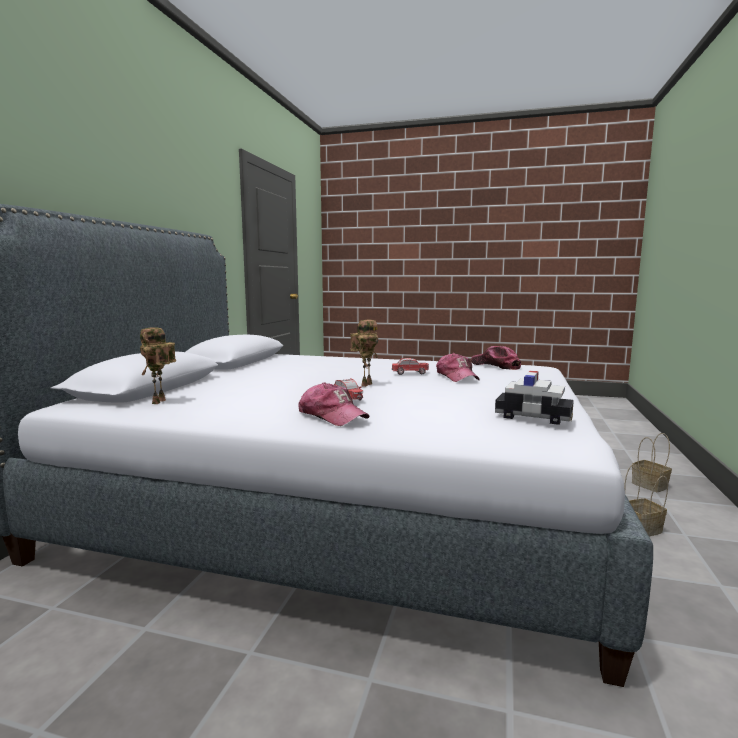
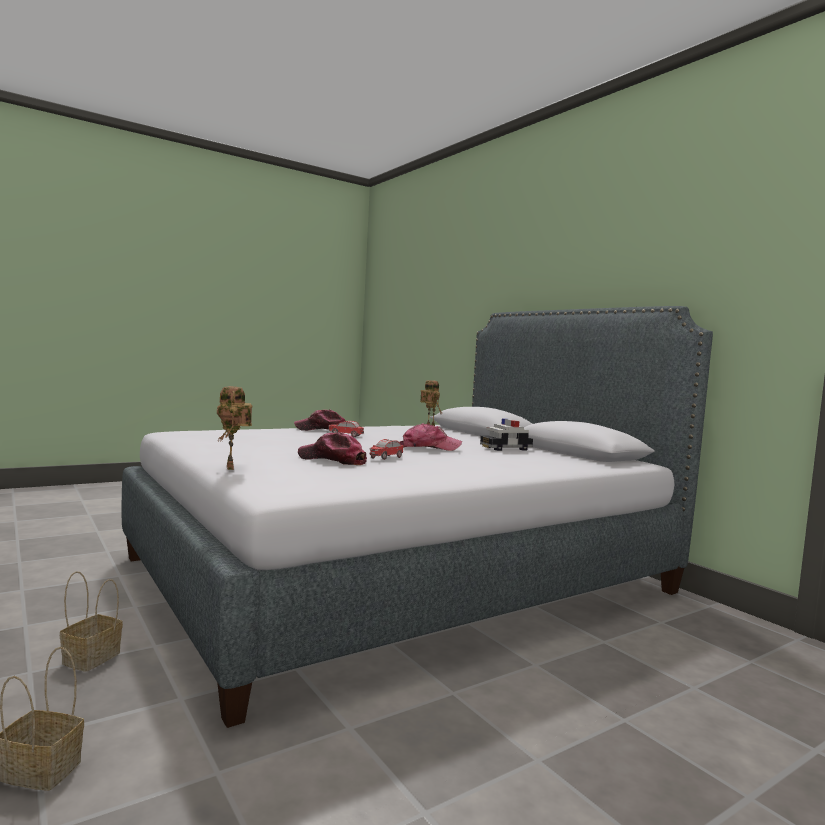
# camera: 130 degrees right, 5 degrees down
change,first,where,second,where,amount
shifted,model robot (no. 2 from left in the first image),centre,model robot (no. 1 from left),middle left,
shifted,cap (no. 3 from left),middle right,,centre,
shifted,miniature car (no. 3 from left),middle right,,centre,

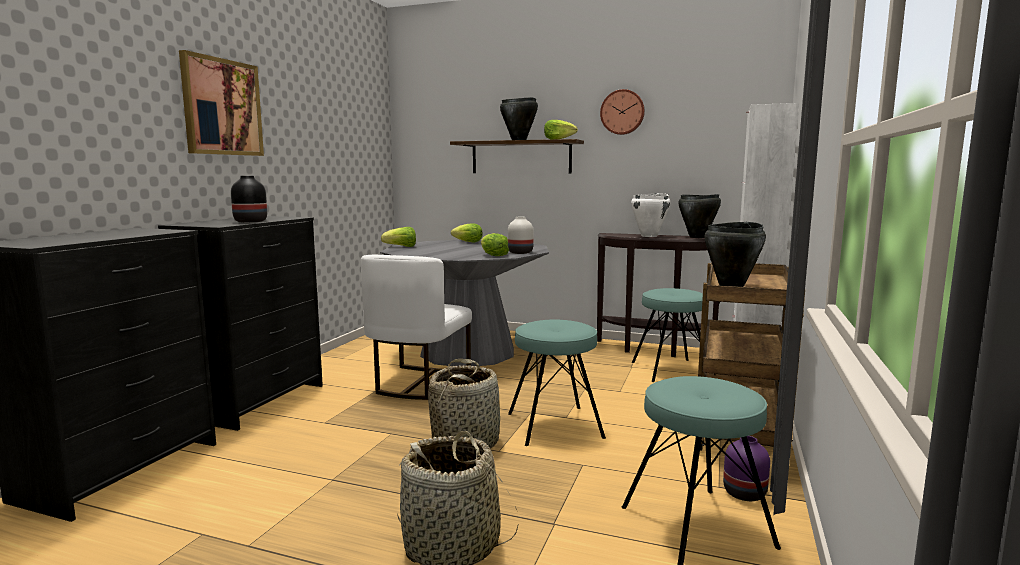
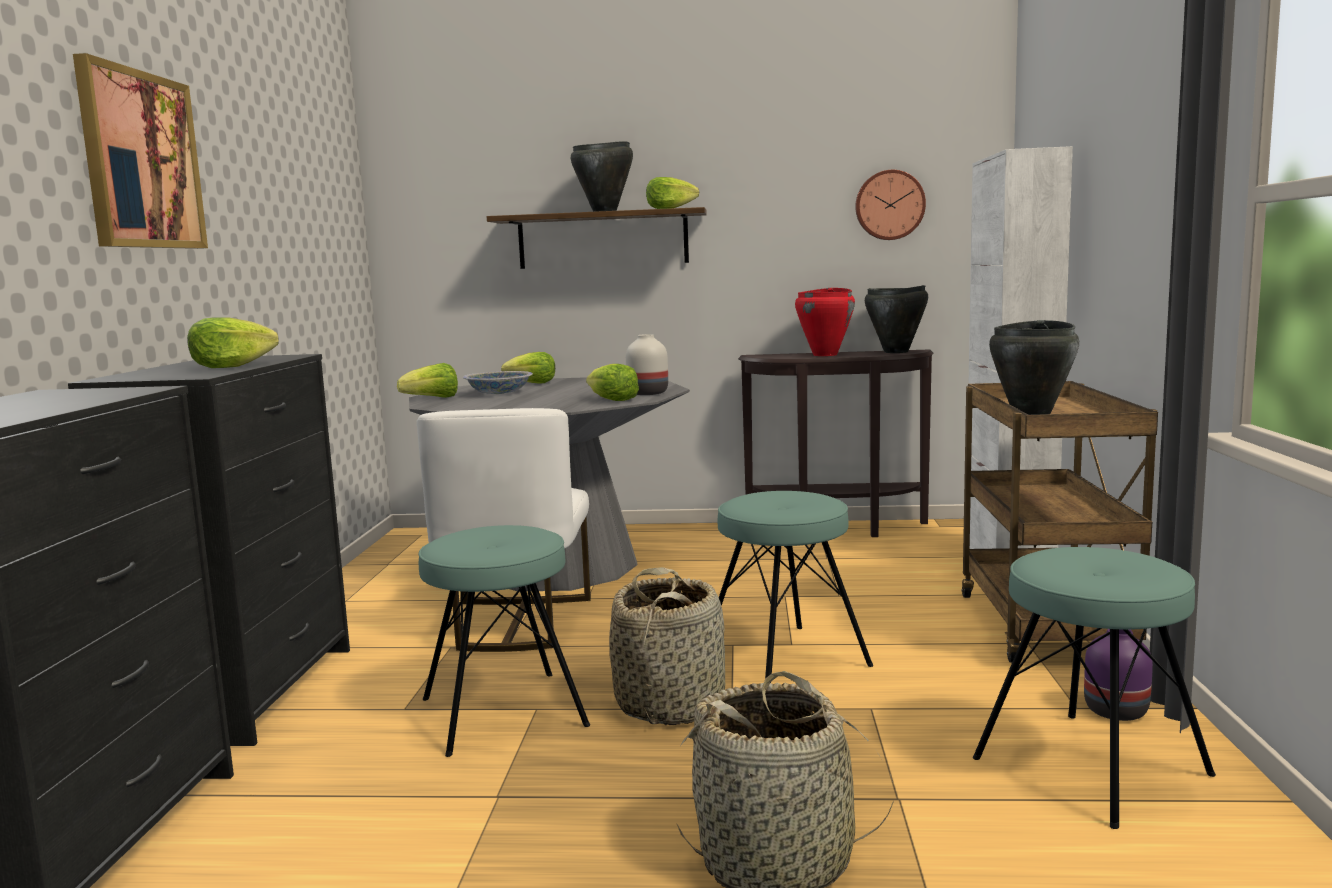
# camera: 15 degrees left, 0 degrees up
change,first,where,second,where,amount
swapped,vase in black,middle left,head of lettuce (no. 1 from left),middle left,
shifted,hanging clock,top centre,,top right,
repainted,stockpot in white,centre,stockpot in reddish,centre,
shifted,stool in turquoise (no. 2 from left in the first image),centre,stool in turquoise (no. 1 from left),bottom centre,
new,,,bowl,centre,

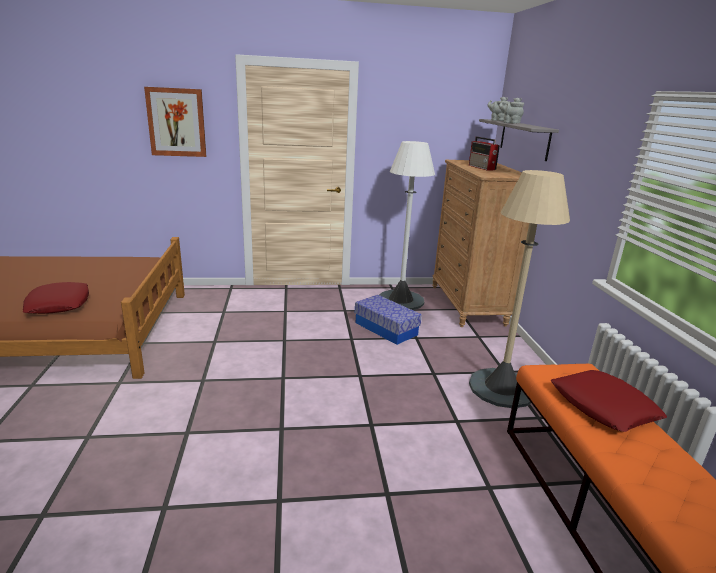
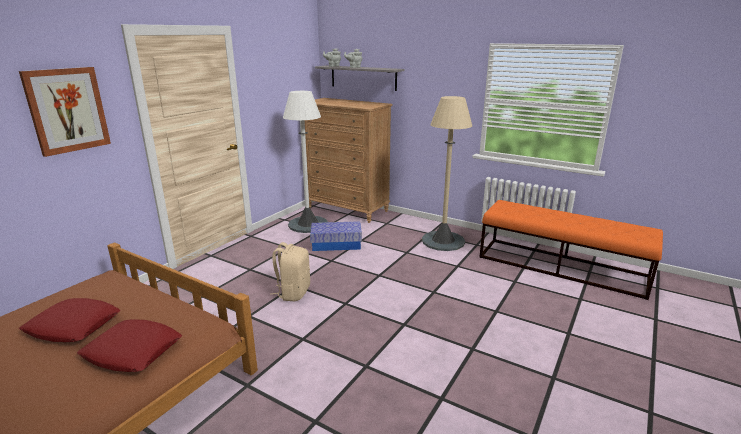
# camera: 50 degrees left, 0 degrees up
change,first,where,second,where,amount
gone,radio receiver,top right,,,
shifted,pillow in reddish (no. 2 from left in the first image),bottom right,pillow in reddish (no. 1 from left),bottom left,
new,,,rucksack in sand-coloured,centre,

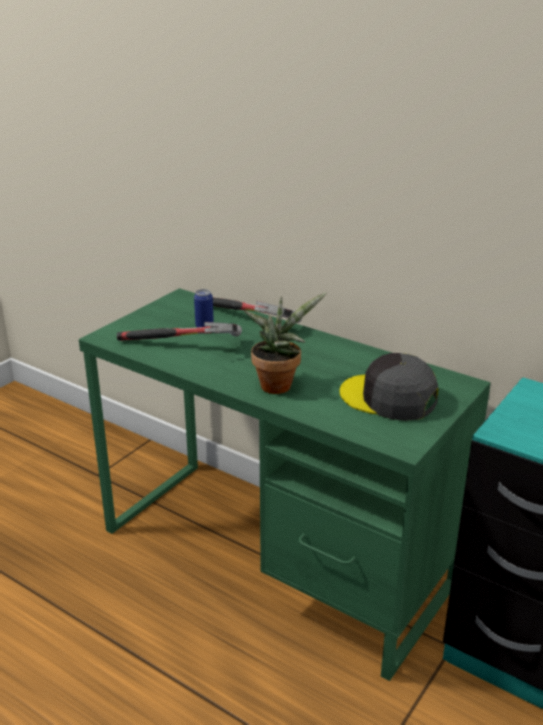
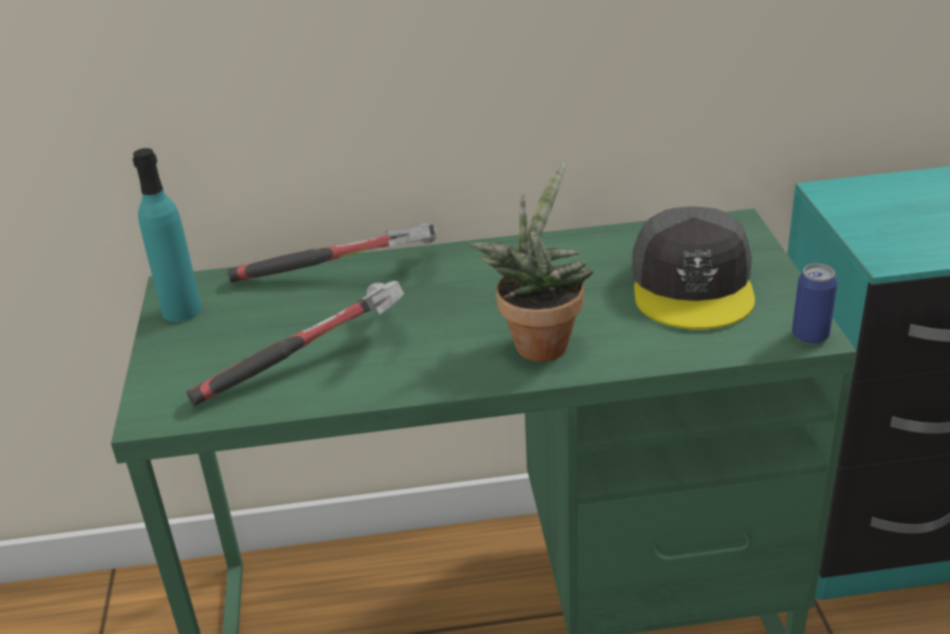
# camera: 40 degrees left, 5 degrees up
change,first,where,second,where,amount
shifted,metal can,centre,,middle right,
rotated,cap in gray,middle right,,middle right,75 degrees counterclockwise
new,,,bottle in turquoise,middle left,

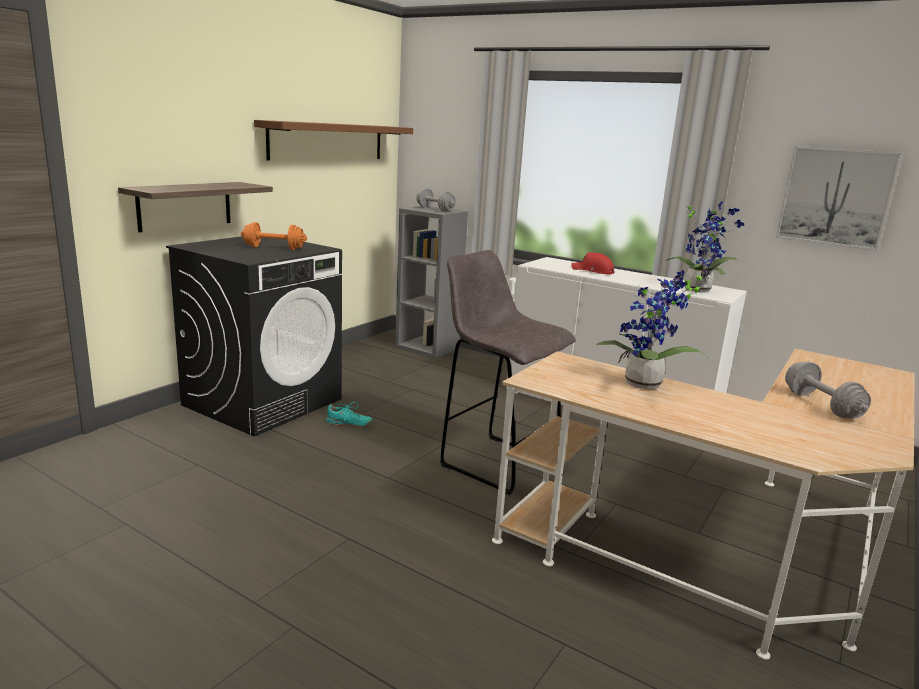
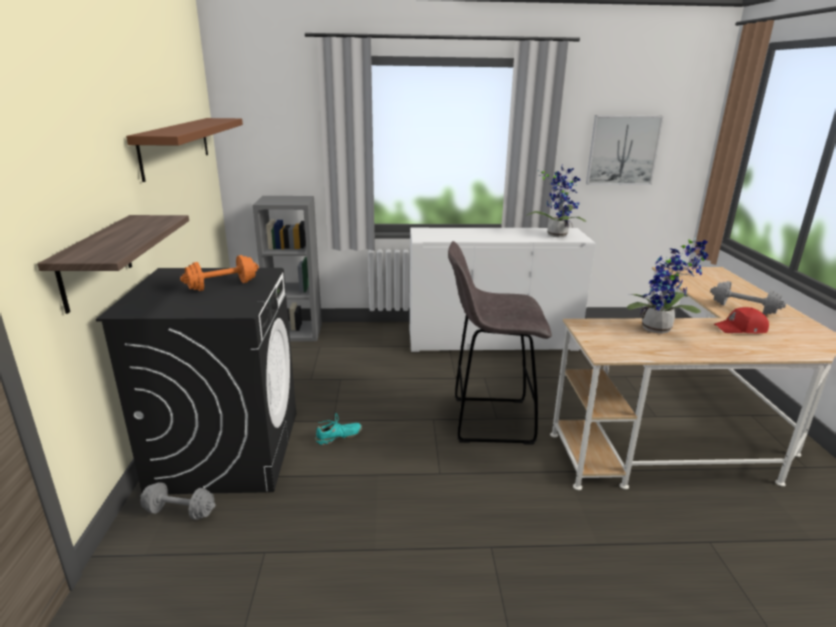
# camera: 35 degrees left, 5 degrees up
change,first,where,second,where,amount
shifted,free weight in gray (no. 1 from left),top centre,,bottom left,
shifted,cap in reddish,centre,,middle right,

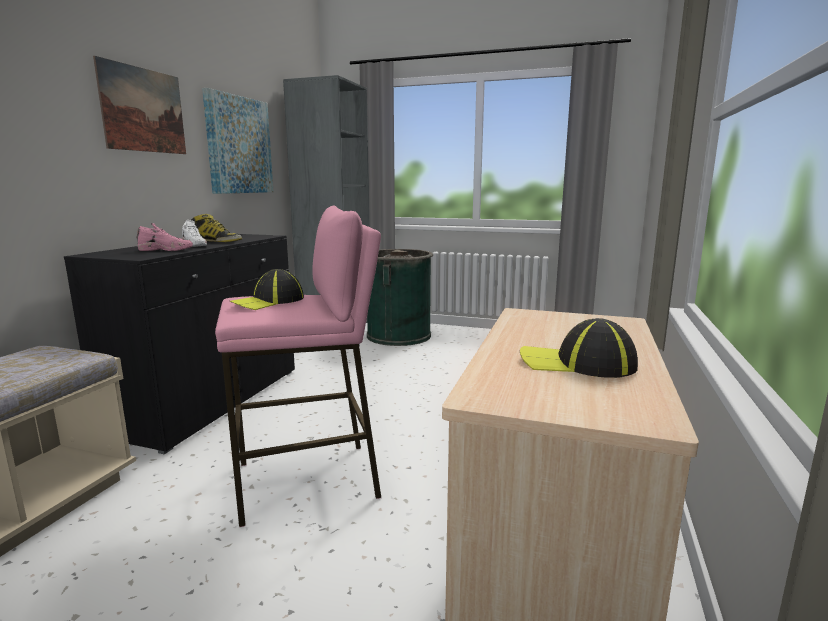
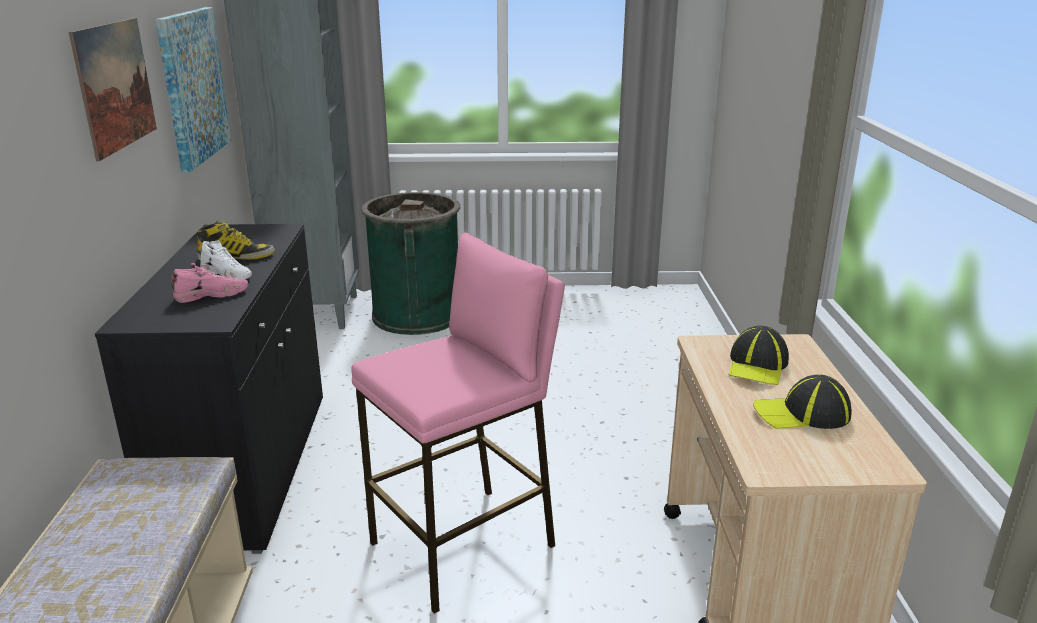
# camera: 20 degrees left, 10 degrees up
change,first,where,second,where,amount
shifted,cap (no. 1 from left),middle left,,middle right,

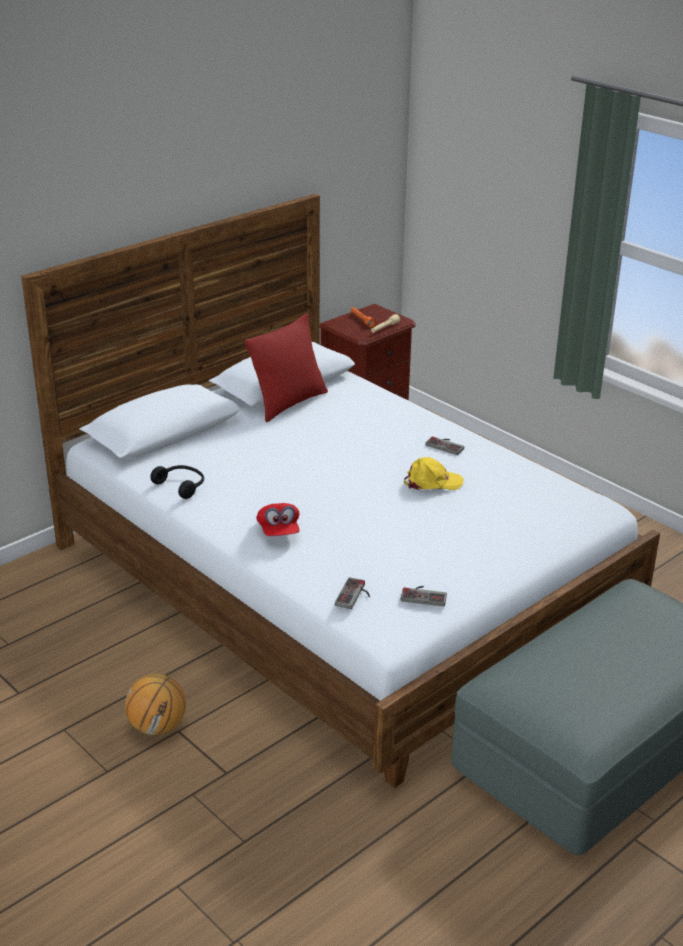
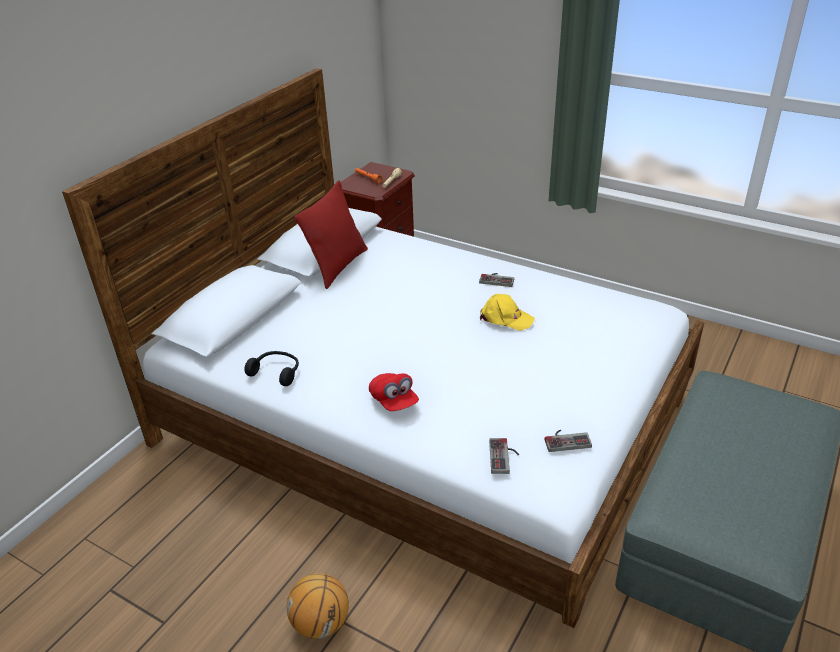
# camera: 15 degrees left, 5 degrees up
change,first,where,second,where,amount
rotated,cap in yellow,centre,,centre,45 degrees clockwise

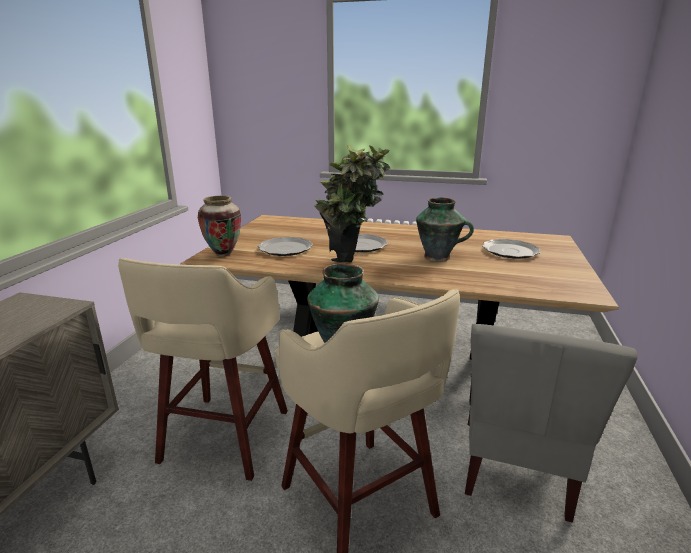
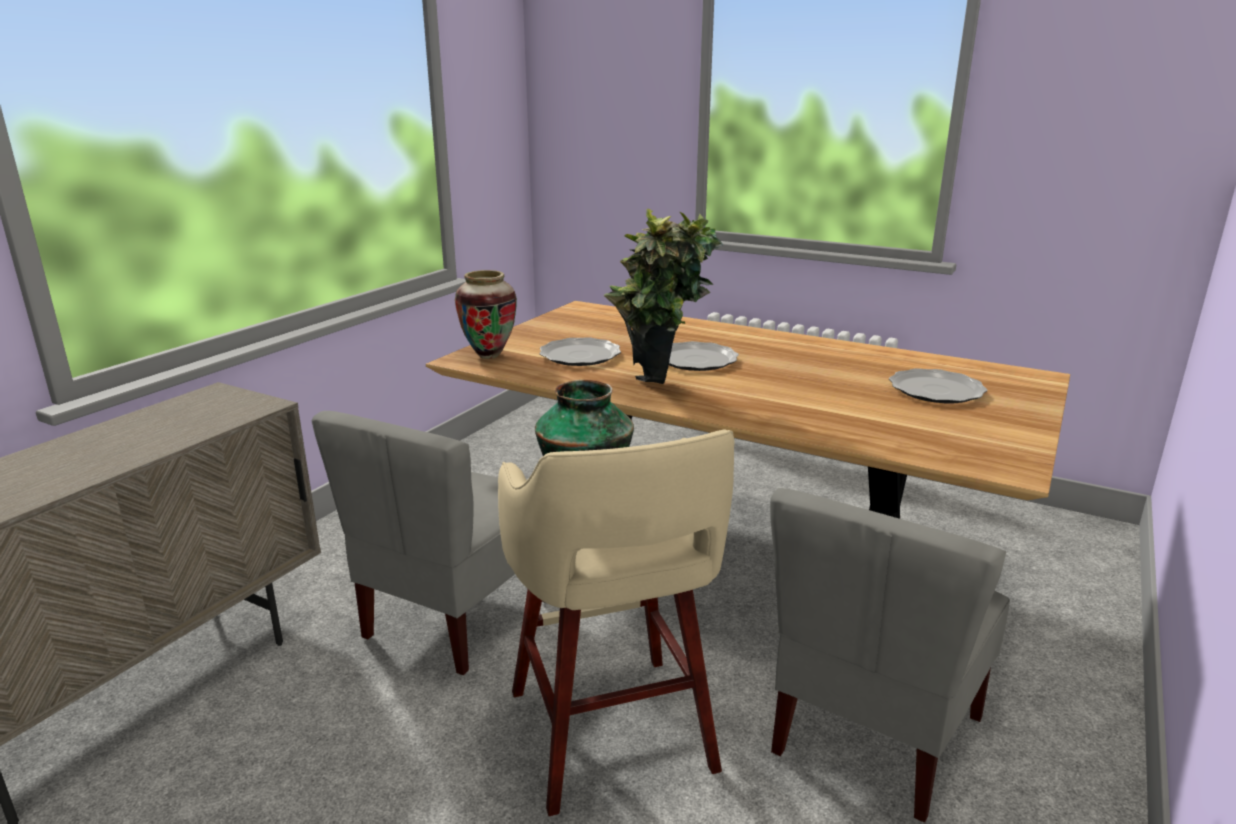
# camera: 15 degrees right, 0 degrees up
change,first,where,second,where,amount
swapped,stool in sand-coloured (no. 1 from left),bottom left,plain chair in gray (no. 1 from left),centre,
gone,vase (no. 3 from left),centre,,,

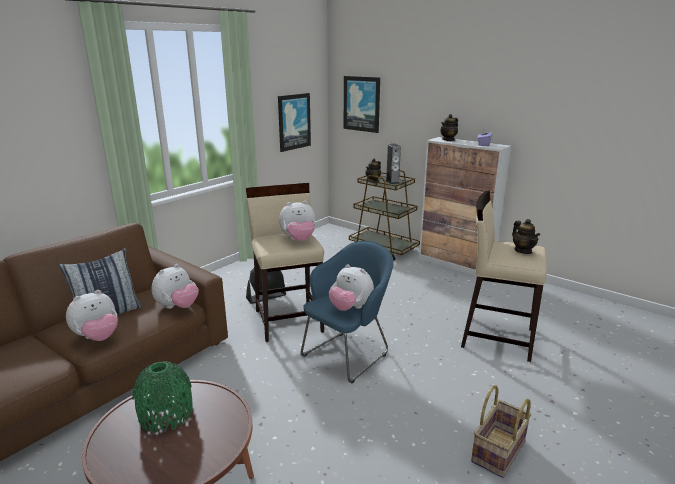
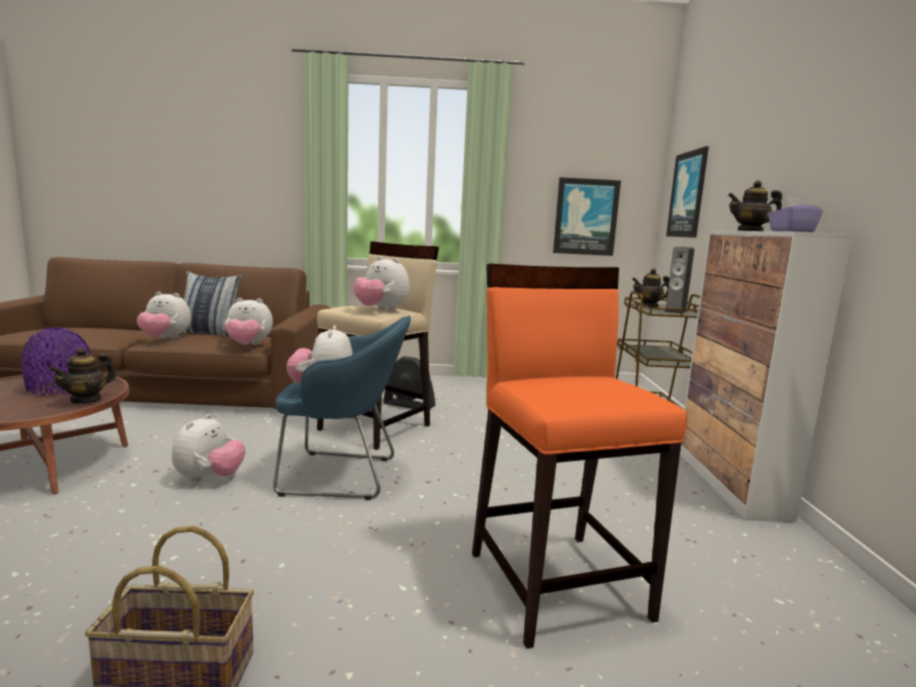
# camera: 50 degrees right, 10 degrees down
change,first,where,second,where,amount
repainted,vase in greenish,bottom left,vase in purple,middle left,
repainted,stool in sand-coloured (no. 2 from left),middle right,stool in orangey,centre,
shifted,teapot (no. 3 from left in the first image),middle right,teapot (no. 1 from left),middle left,
new,,,plush toy (no. 2 from left),middle left,

